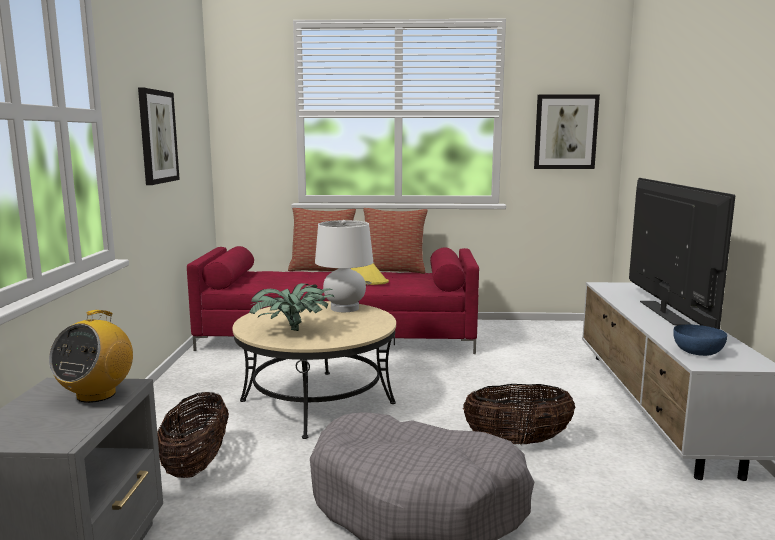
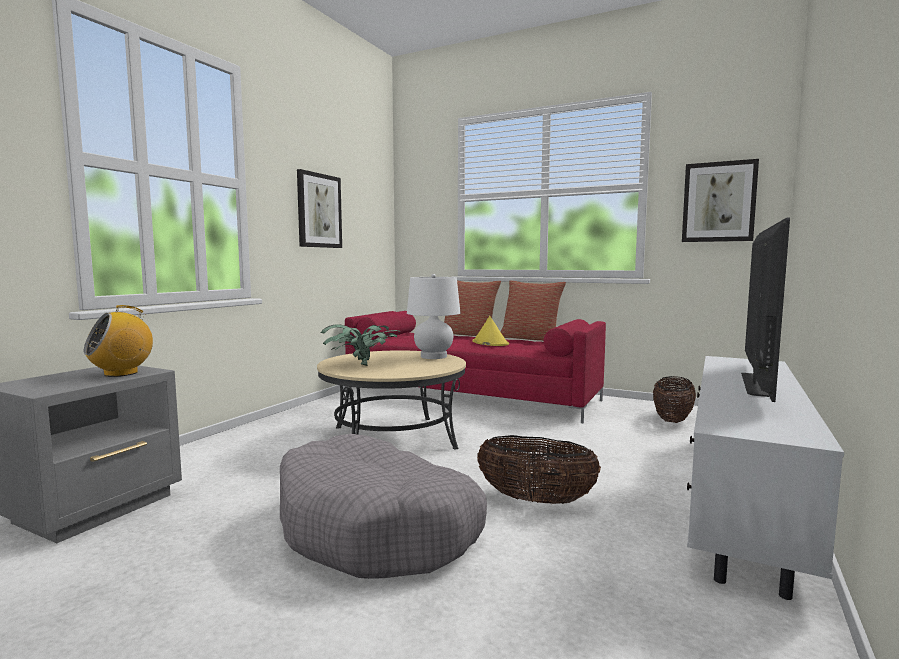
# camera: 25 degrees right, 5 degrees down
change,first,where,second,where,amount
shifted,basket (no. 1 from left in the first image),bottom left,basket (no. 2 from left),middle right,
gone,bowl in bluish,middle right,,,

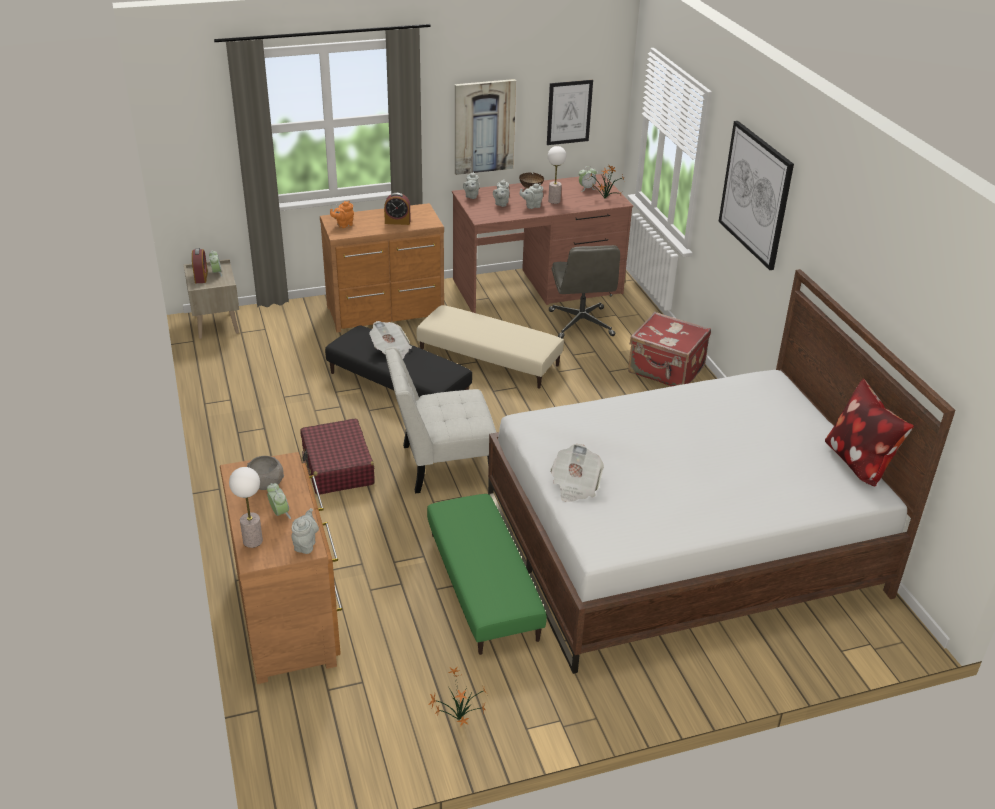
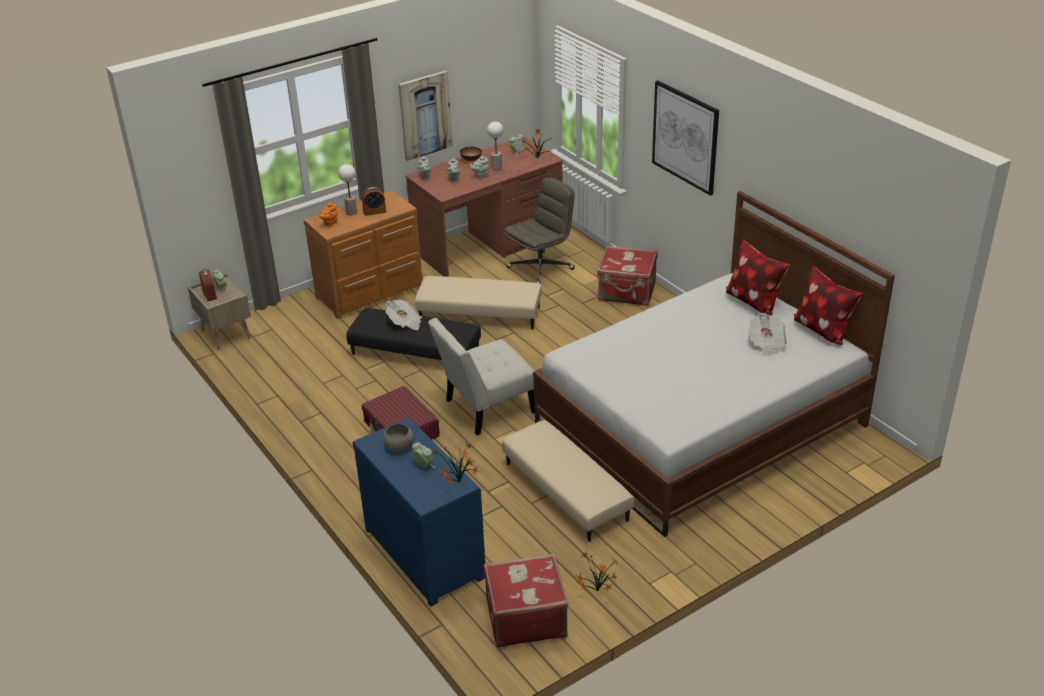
# camera: 15 degrees left, 0 degrees up
change,first,where,second,where,amount
repainted,chest of drawers in brown (no. 1 from left),bottom left,chest of drawers in bluish,bottom centre,
shifted,table lamp (no. 1 from left),middle left,,top left,
swapped,teapot in gray (no. 1 from left),middle left,plant in a pot (no. 1 from left),bottom centre,
repainted,ottoman in greenish,bottom centre,ottoman in sand-coloured (no. 2 from left),bottom centre,
gone,picture (no. 2 from left),top centre,,,
rotated,desk chair in gray,centre,,top centre,105 degrees counterclockwise
shifted,daily paper (no. 2 from left),centre,,middle right,
new,,,piece of luggage in reddish (no. 2 from left),bottom centre,
new,,,pillow (no. 1 from left),middle right,

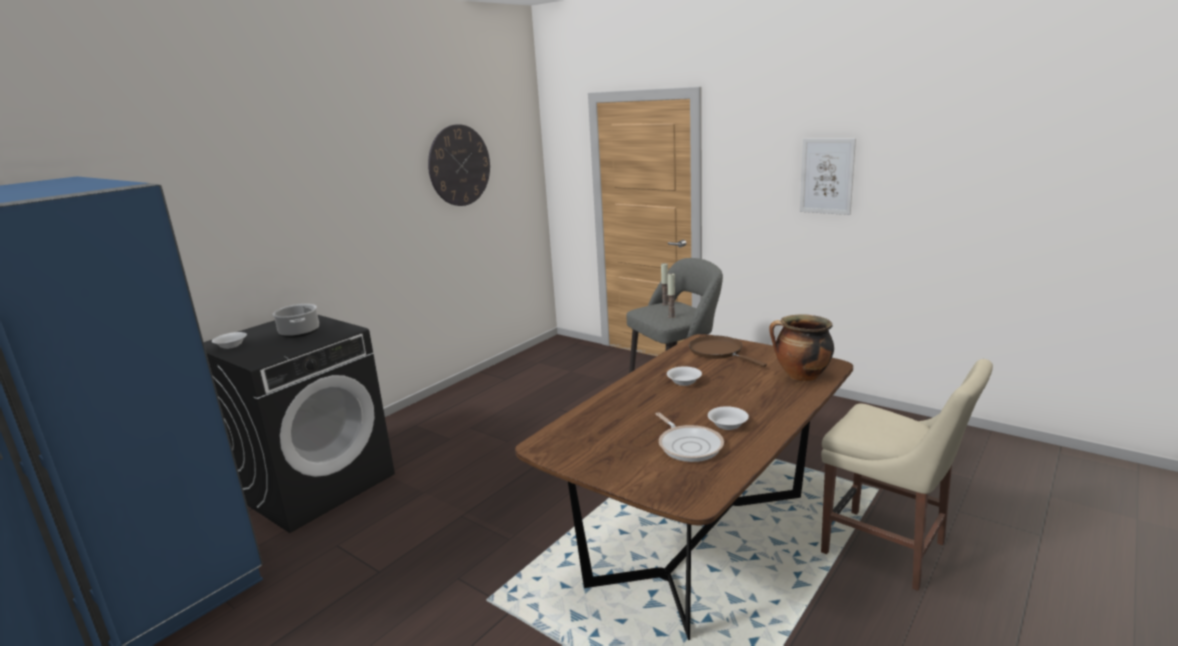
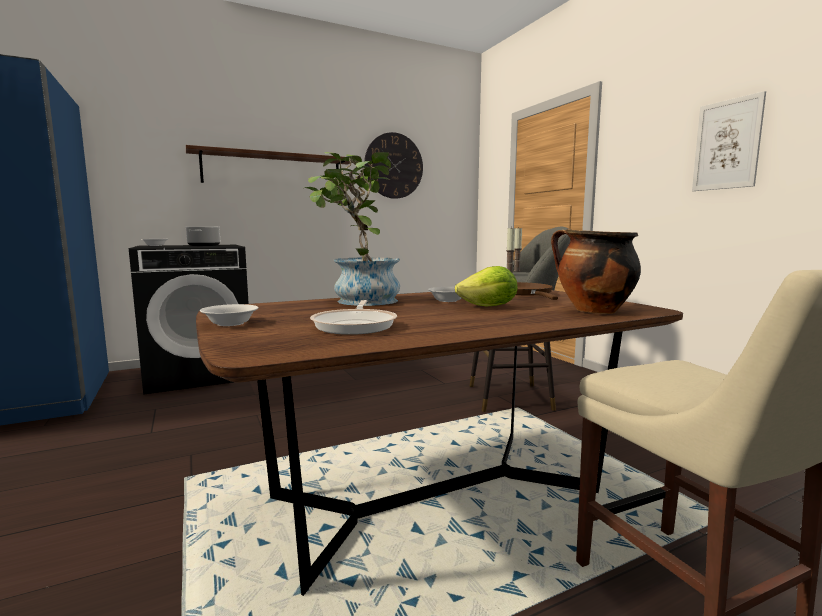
# camera: 25 degrees right, 10 degrees down
change,first,where,second,where,amount
shifted,bowl in white (no. 3 from left in the first image),centre,bowl in white (no. 2 from left),middle left,
new,,,wall shelf,top left,
new,,,plant in a pot,centre,
new,,,head of lettuce,centre,

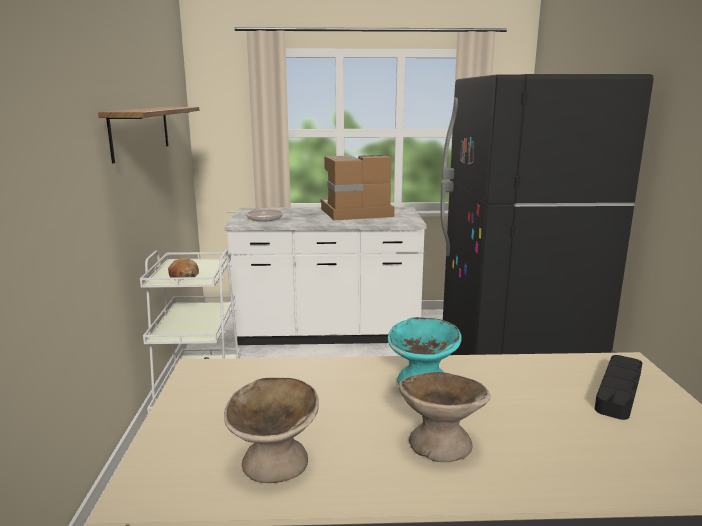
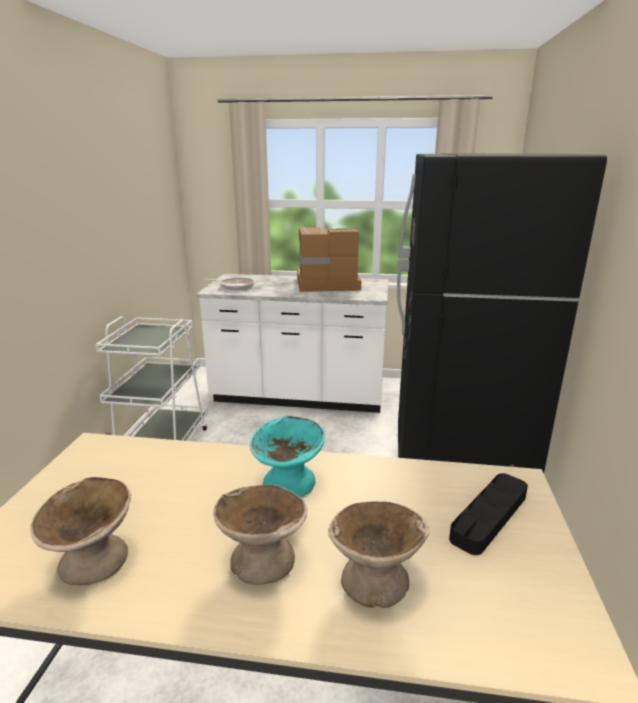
# camera: 10 degrees right, 5 degrees up
change,first,where,second,where,amount
gone,wall shelf,top left,,,
gone,bakery bread,middle left,,,
new,,,bowl in sand-coloured (no. 3 from left),bottom centre,

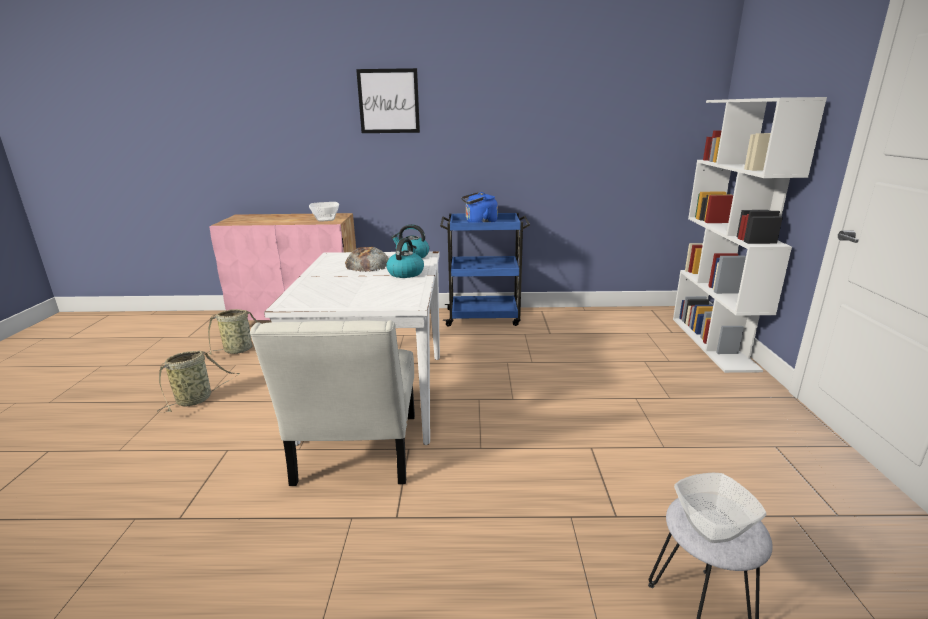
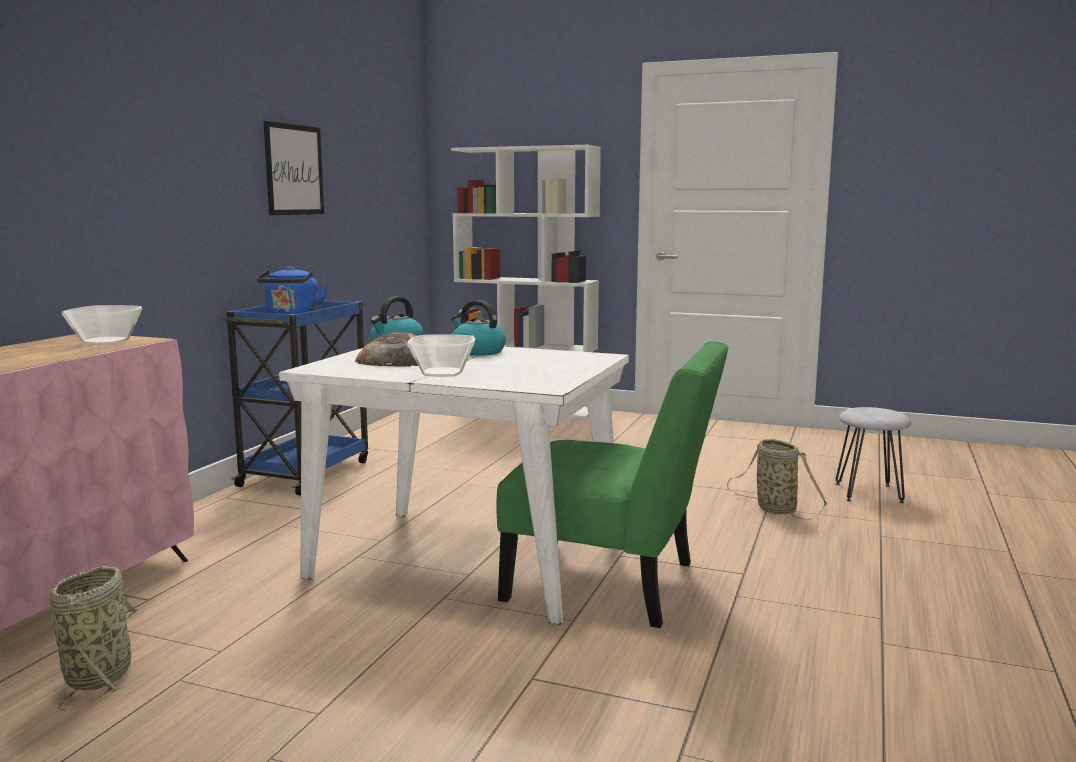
# camera: 70 degrees left, 10 degrees down
change,first,where,second,where,amount
shifted,basket (no. 1 from left in the first image),middle left,basket (no. 2 from left),middle right,
repainted,plain chair in white,centre,plain chair in greenish,centre,
shifted,picture,top centre,,top left,
shifted,bowl (no. 2 from left),bottom right,,centre,

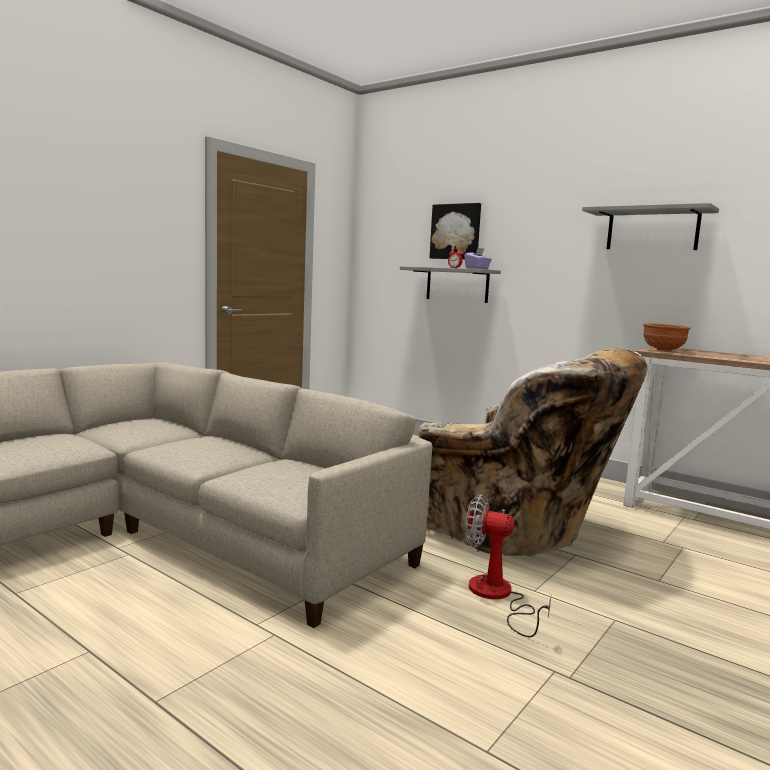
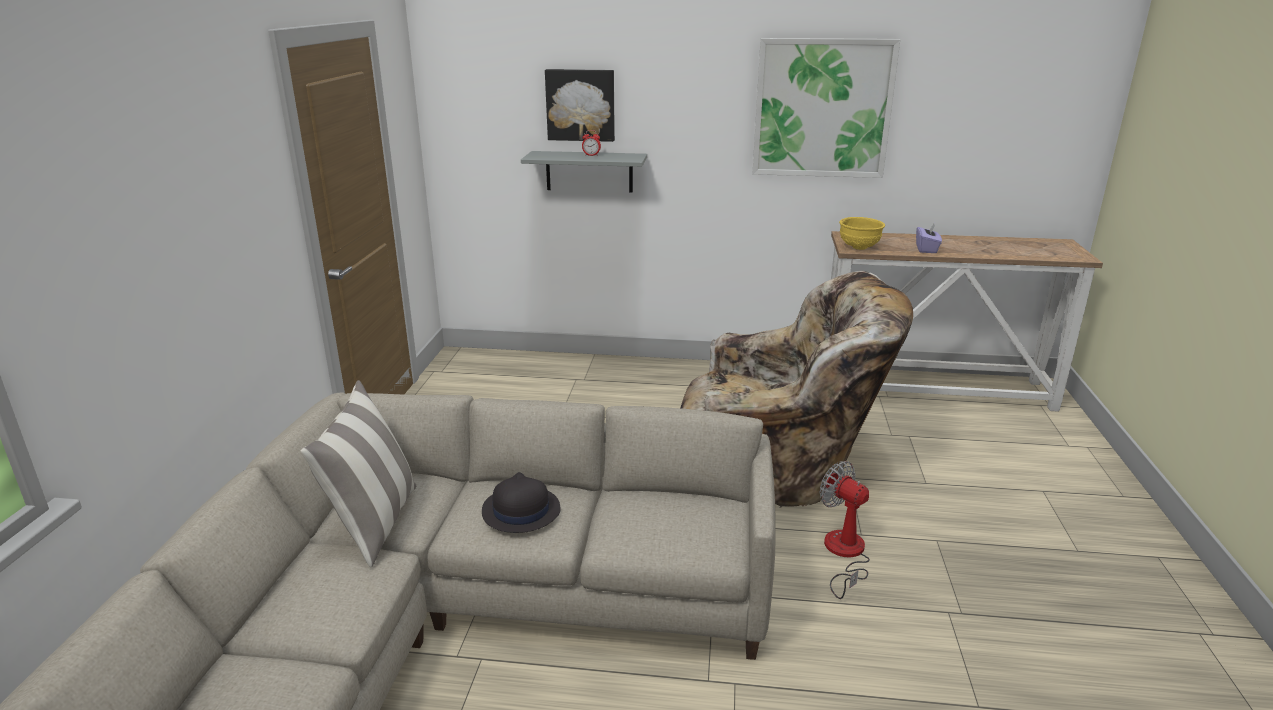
# camera: 30 degrees left, 15 degrees up
change,first,where,second,where,amount
shifted,tissue box in purple,centre,,middle right,
rotated,fan,bottom centre,,bottom centre,60 degrees clockwise
swapped,wall shelf in gray (no. 2 from left),top right,picture (no. 2 from left),top centre,
repainted,bowl in brown,middle right,bowl in yellow,top right,
new,,,pillow,bottom left,
new,,,hat in black,bottom centre,

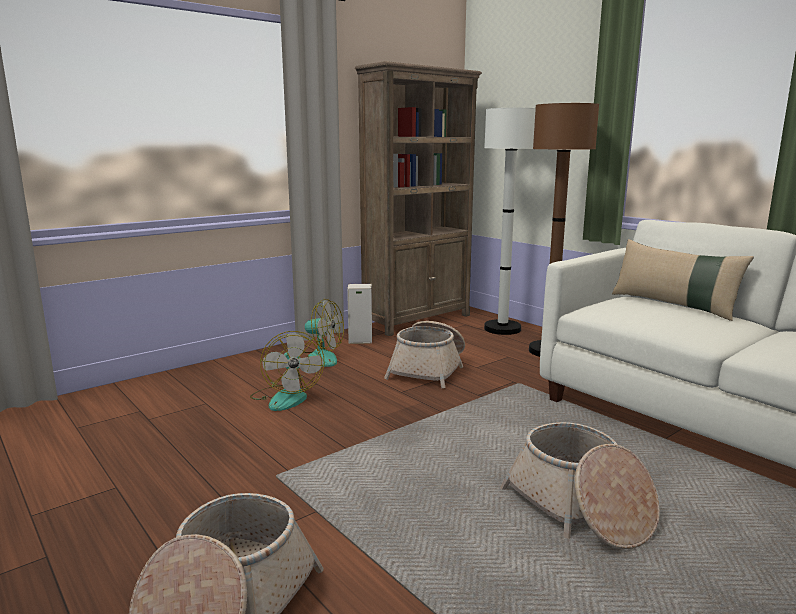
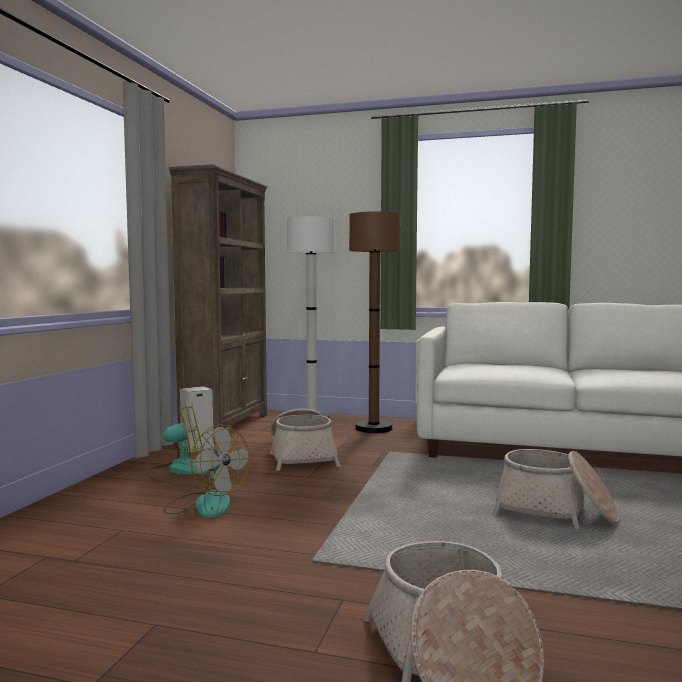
# camera: 35 degrees left, 10 degrees down
change,first,where,second,where,amount
gone,pillow in sand-coloured,middle right,,,

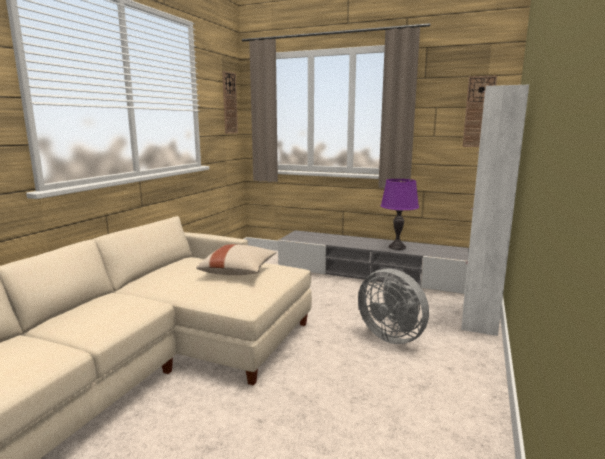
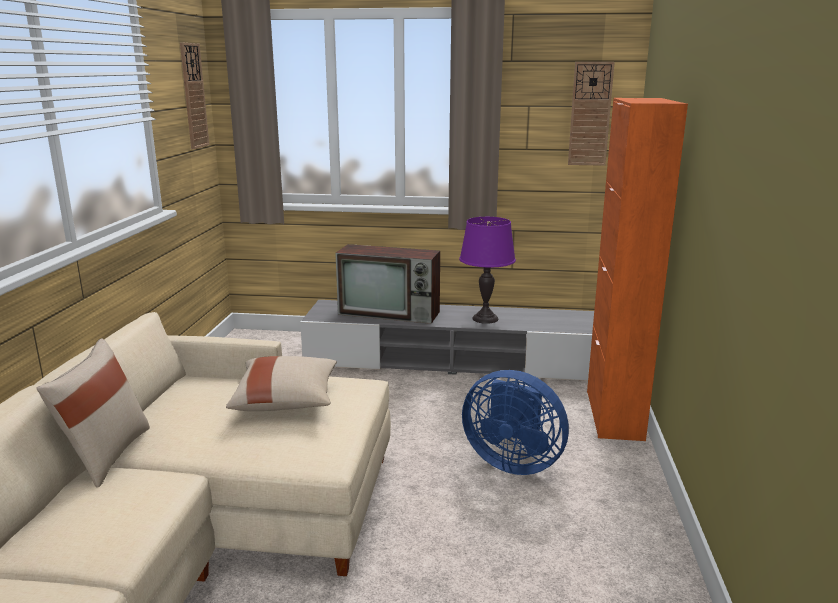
# camera: 15 degrees left, 5 degrees up
change,first,where,second,where,amount
repainted,fan in gray,bottom centre,fan in bluish,bottom centre,
repainted,storage cabinet in white,middle right,storage cabinet in orangey,middle right,
new,,,pillow in sand-coloured (no. 1 from left),bottom left,
new,,,TV,centre,

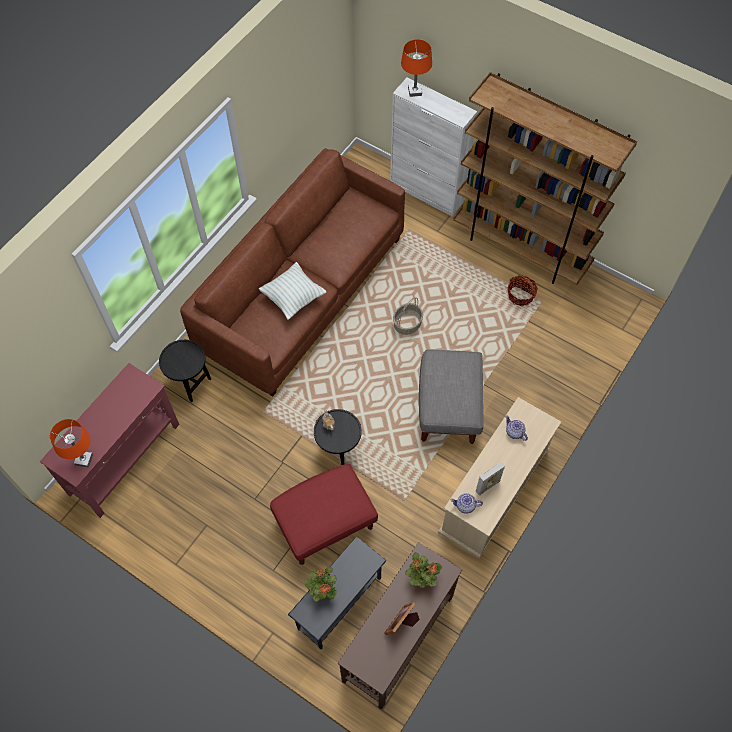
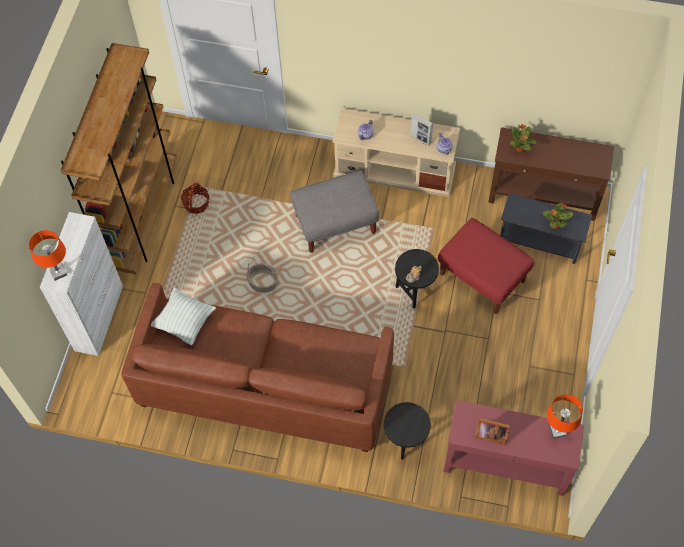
# camera: 110 degrees left, 0 degrees up
change,first,where,second,where,amount
shifted,pillow,centre,,middle left,
shifted,photo frame (no. 1 from left in the first image),bottom centre,photo frame (no. 2 from left),bottom right,

